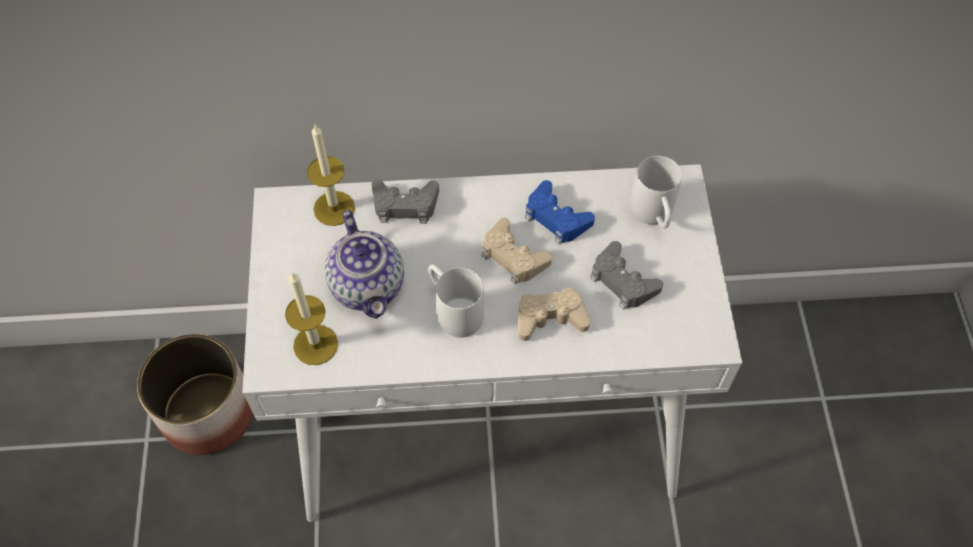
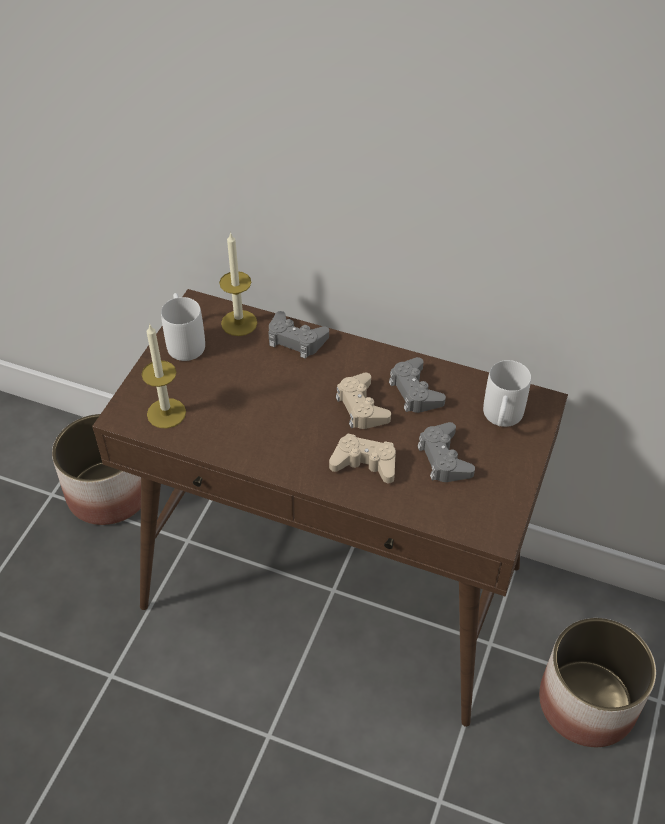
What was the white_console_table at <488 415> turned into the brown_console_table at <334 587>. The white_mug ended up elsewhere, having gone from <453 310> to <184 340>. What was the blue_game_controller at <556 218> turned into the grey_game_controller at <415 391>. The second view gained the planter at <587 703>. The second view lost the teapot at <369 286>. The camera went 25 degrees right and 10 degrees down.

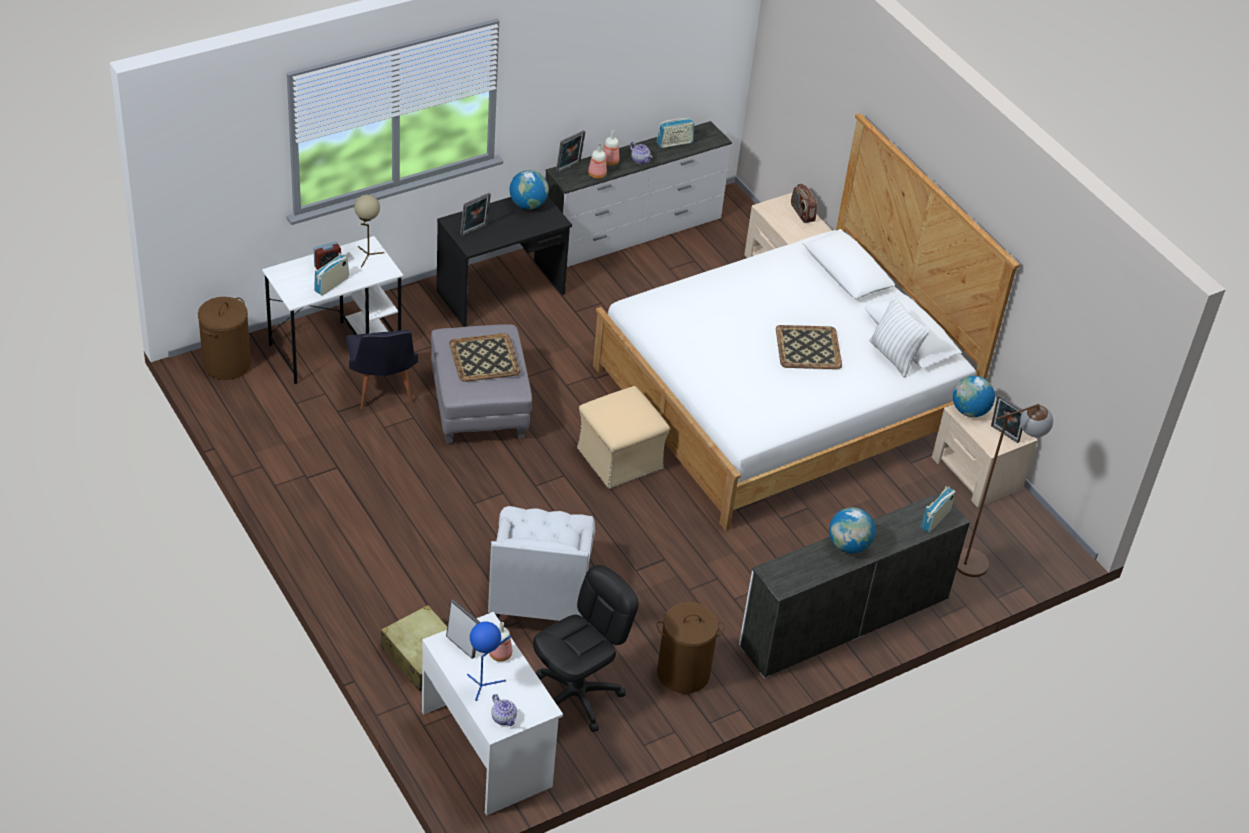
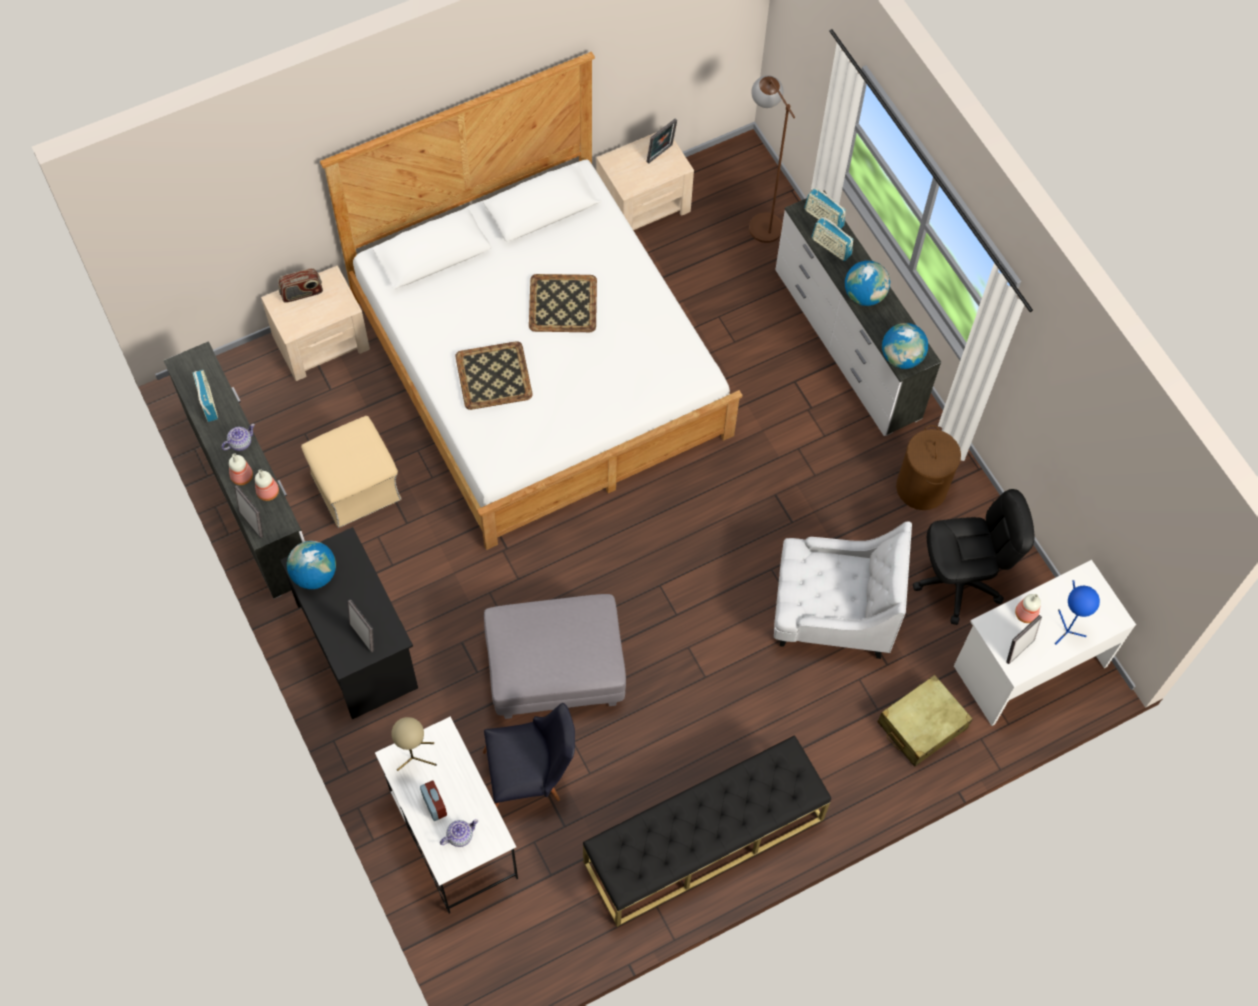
The beige_ottoman ended up elsewhere, having gone from <620 459> to <357 486>. The teapot ended up elsewhere, having gone from <504 718> to <460 835>. The tray ended up elsewhere, having gone from <484 358> to <494 376>. The second view gained the black_bench at <703 841>. The radio ended up elsewhere, having gone from <331 284> to <831 247>. The globe ended up elsewhere, having gone from <969 411> to <901 357>. The black_office_chair at <577 696> ended up facing another way, 120 degrees clockwise from before. The second view lost the brown_laundry_basket at <226 364>. The second view lost the white_pillow at <893 357>. The camera went 85 degrees left and 20 degrees up.

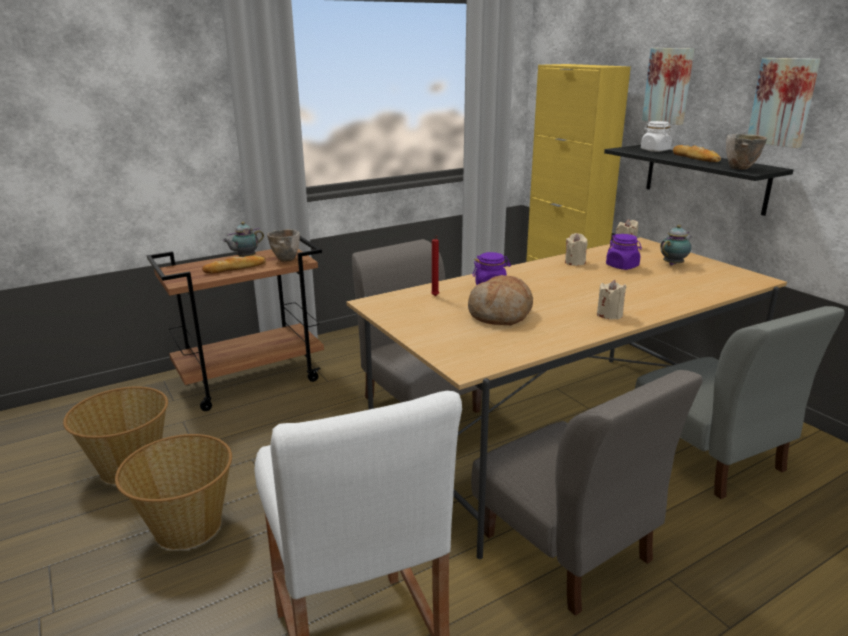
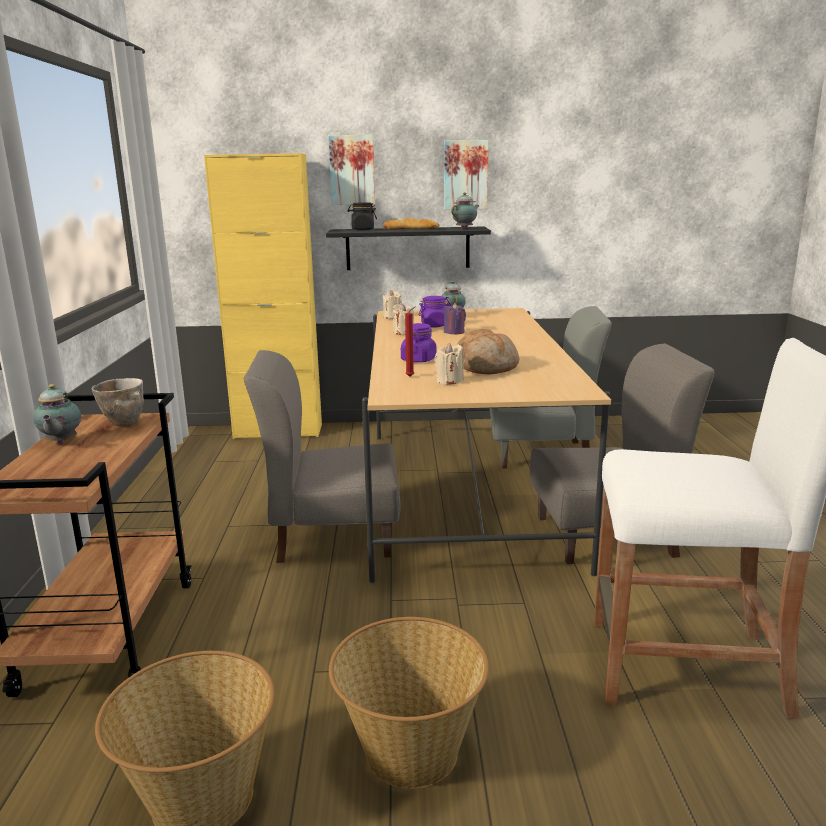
What was the white_jar at <654 150> turned into the black_jar at <362 229>. The beige_candle ended up elsewhere, having gone from <609 315> to <449 381>. The second view gained the purple_candle at <454 332>. Where the bowl stood at <739 169>, the teapot came to stand at <465 229>. The second view lost the bread at <235 268>. The camera went 60 degrees left and 5 degrees down.

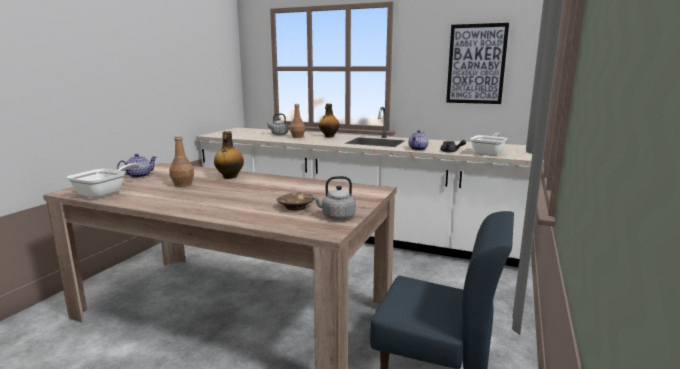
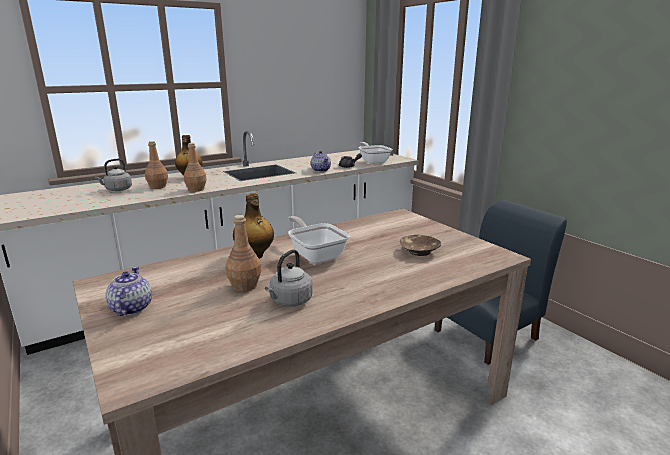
The second view gained the brown_bottle at <196 189>. The grey_kettle ended up elsewhere, having gone from <336 217> to <289 301>. The frying_pan ended up elsewhere, having gone from <105 193> to <316 255>. The second view lost the picture at <476 64>. The camera went 55 degrees left and 5 degrees up.

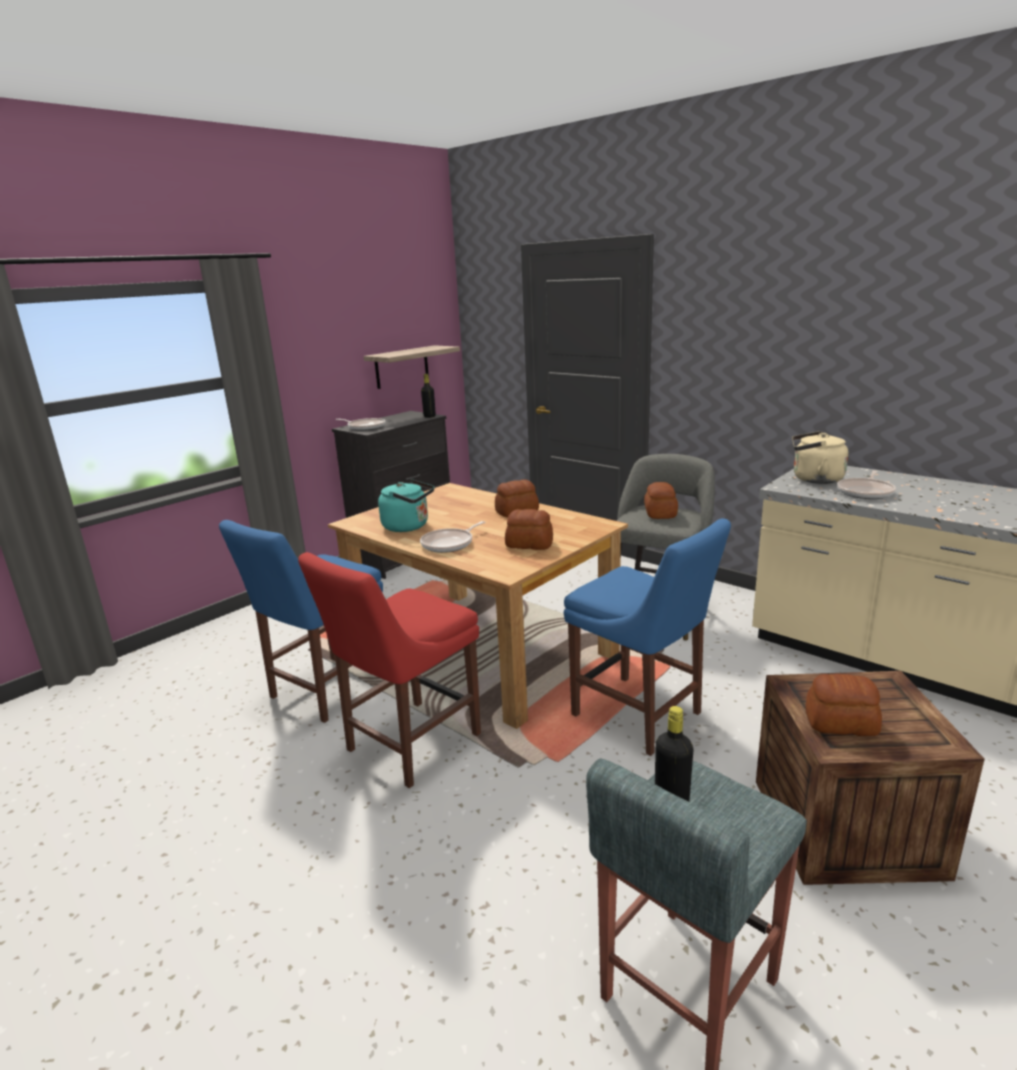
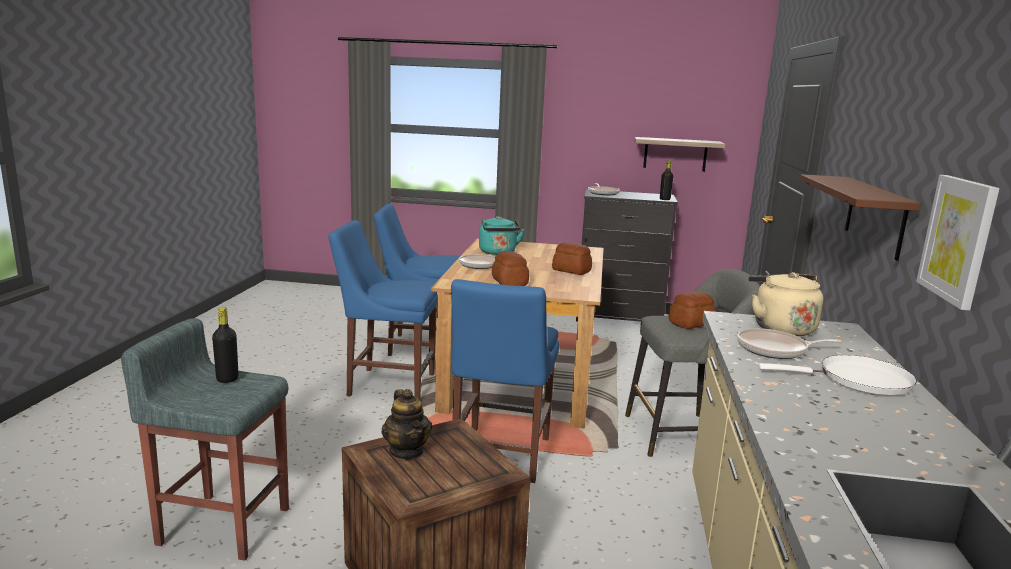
What was the red_chair at <408 745> turned into the blue_chair at <387 384>. Where the bread stood at <839 722>, the teapot came to stand at <407 451>. The second view gained the white_frying_pan at <858 380>. The second view gained the brown_shelf at <875 216>. The second view gained the picture at <958 239>. The camera went 55 degrees right and 5 degrees down.

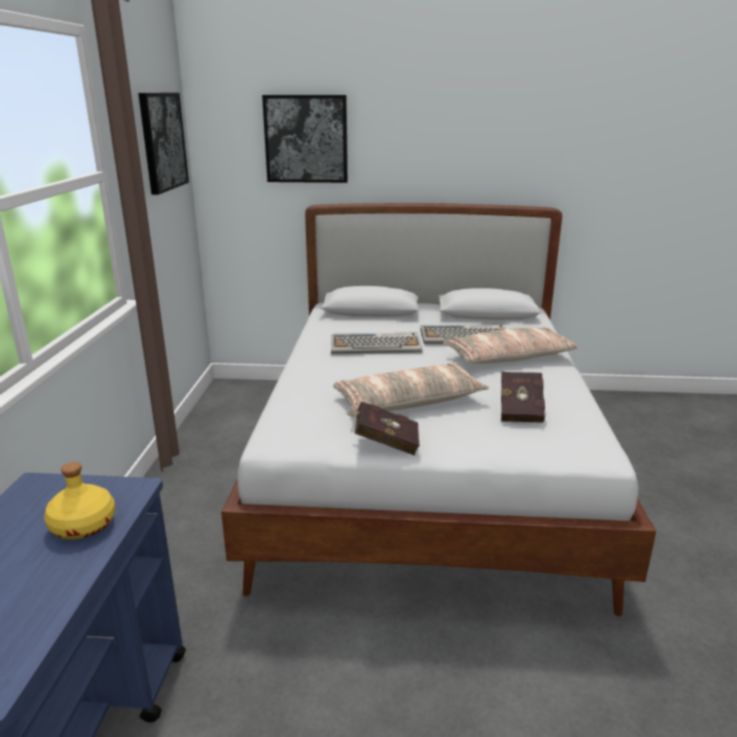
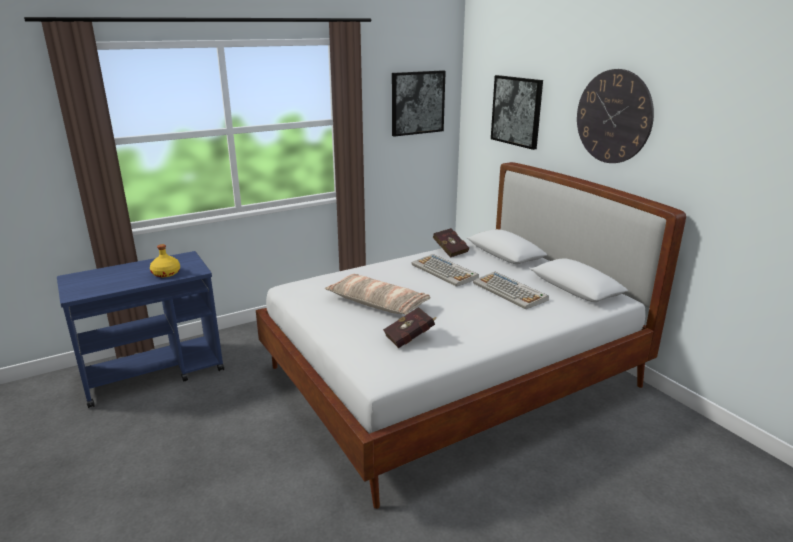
The red_book ended up elsewhere, having gone from <383 443> to <449 250>. The second view gained the wall_clock at <613 117>. The second view lost the pillow at <509 358>. The camera went 55 degrees right and 0 degrees up.

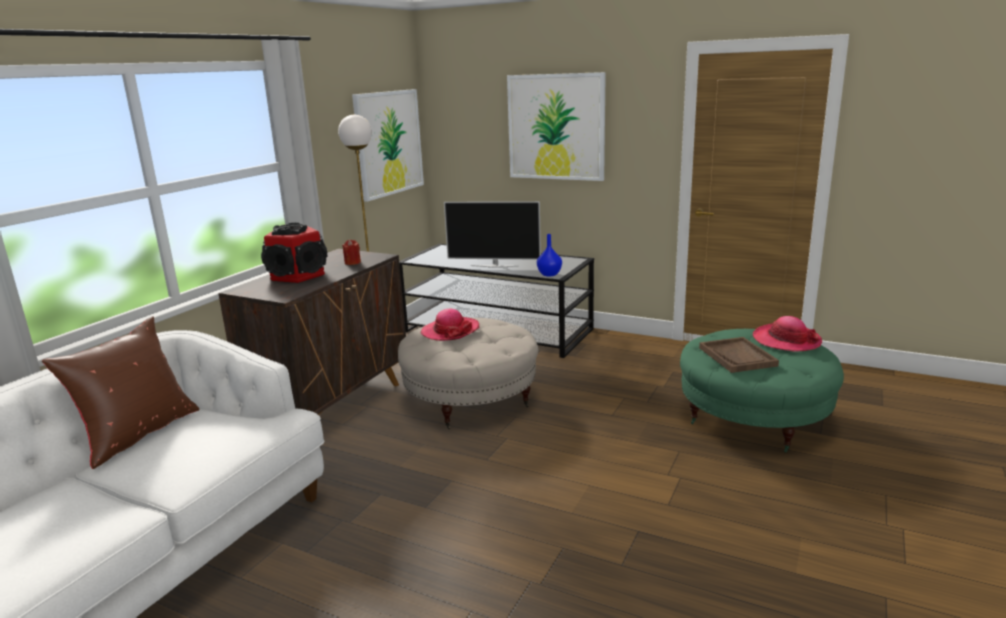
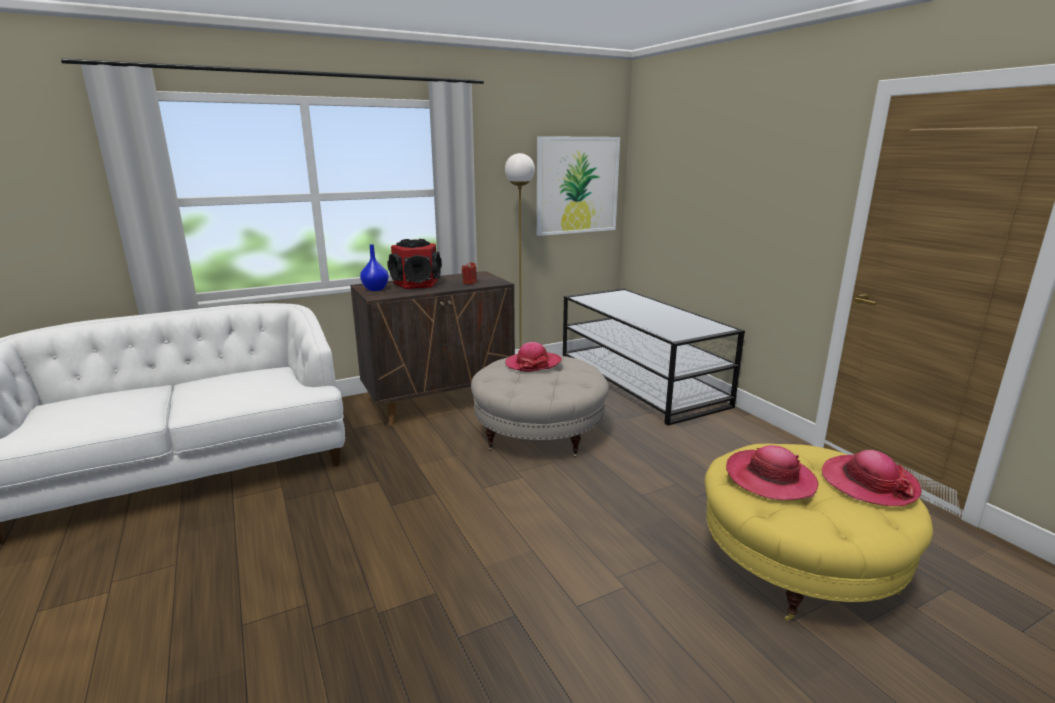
The blue_vase ended up elsewhere, having gone from <549 274> to <376 289>. What was the green_ottoman at <753 418> turned into the yellow_ottoman at <798 564>. Where the brown_tray stood at <737 357>, the hat came to stand at <770 478>. The second view lost the brown_pillow at <138 434>. The second view lost the television at <494 266>. The second view lost the picture at <556 127>. The camera went 35 degrees right and 0 degrees up.

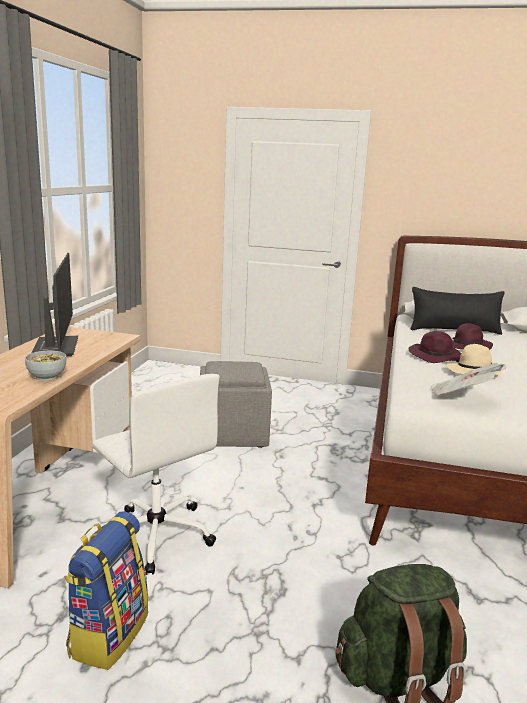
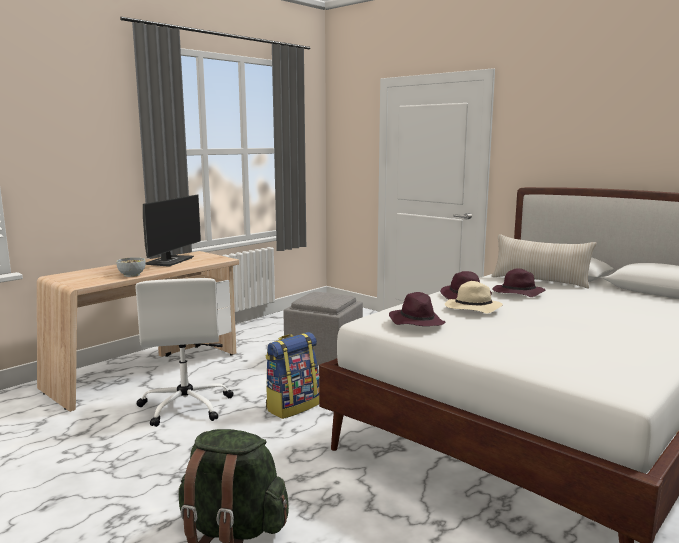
The backpack ended up elsewhere, having gone from <108 634> to <292 406>. Where the newspaper stood at <462 396>, the purple_hat came to stand at <416 322>. What was the black_pillow at <454 330> turned into the beige_pillow at <540 281>. The camera went 30 degrees right and 5 degrees down.

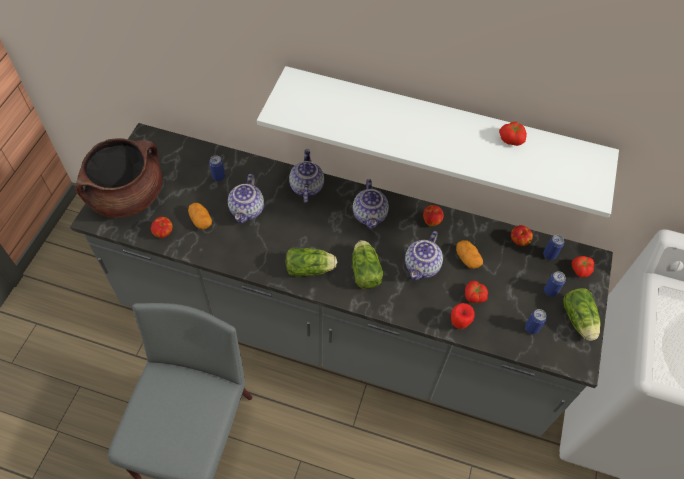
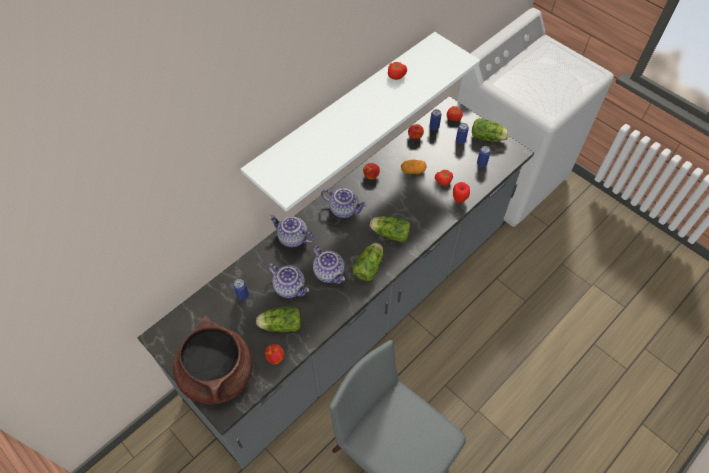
Where the potato stood at <201 220>, the lettuce came to stand at <279 325>. The teapot ended up elsewhere, having gone from <422 267> to <330 272>. The camera went 60 degrees left and 0 degrees up.

